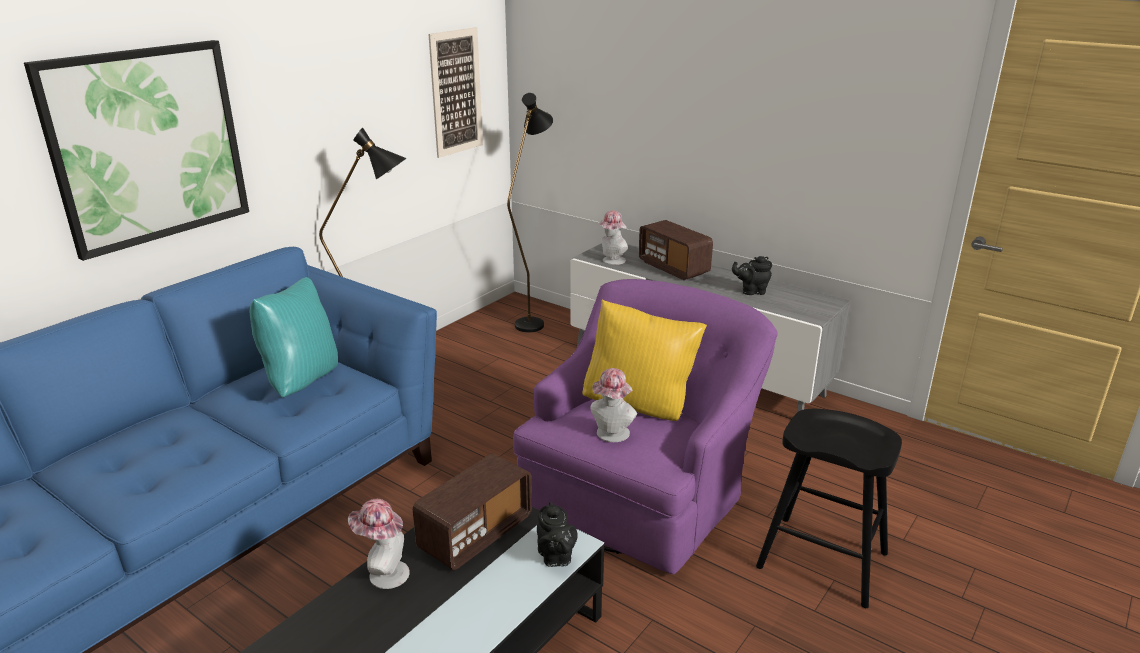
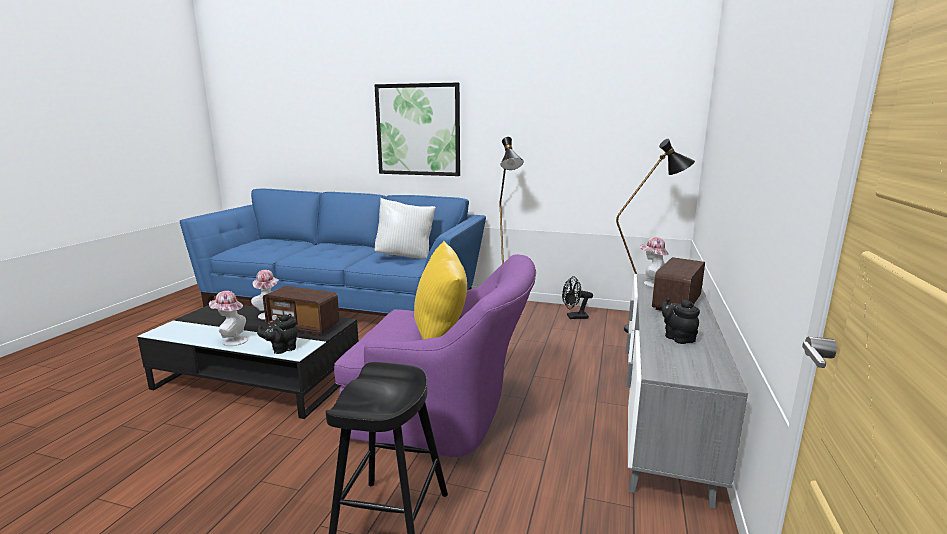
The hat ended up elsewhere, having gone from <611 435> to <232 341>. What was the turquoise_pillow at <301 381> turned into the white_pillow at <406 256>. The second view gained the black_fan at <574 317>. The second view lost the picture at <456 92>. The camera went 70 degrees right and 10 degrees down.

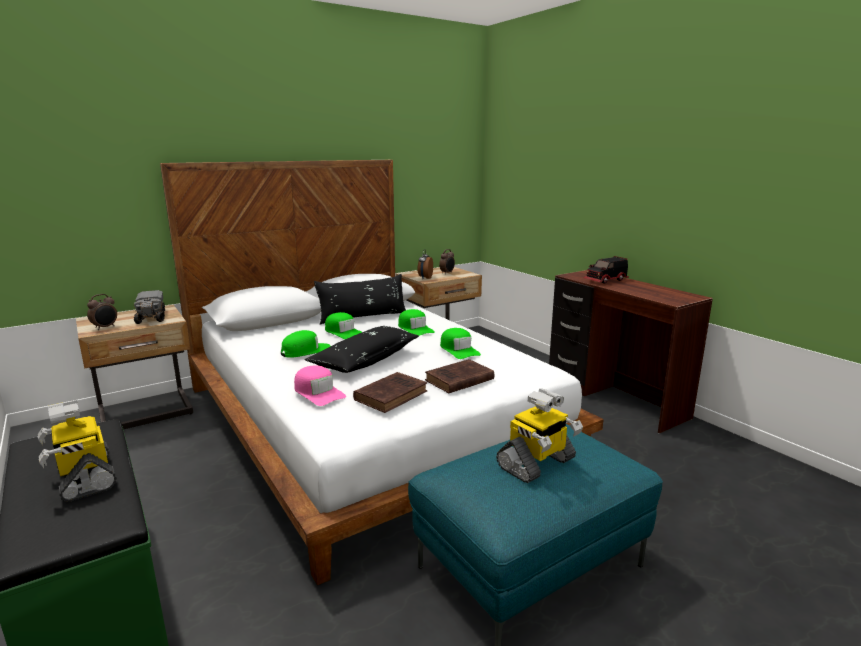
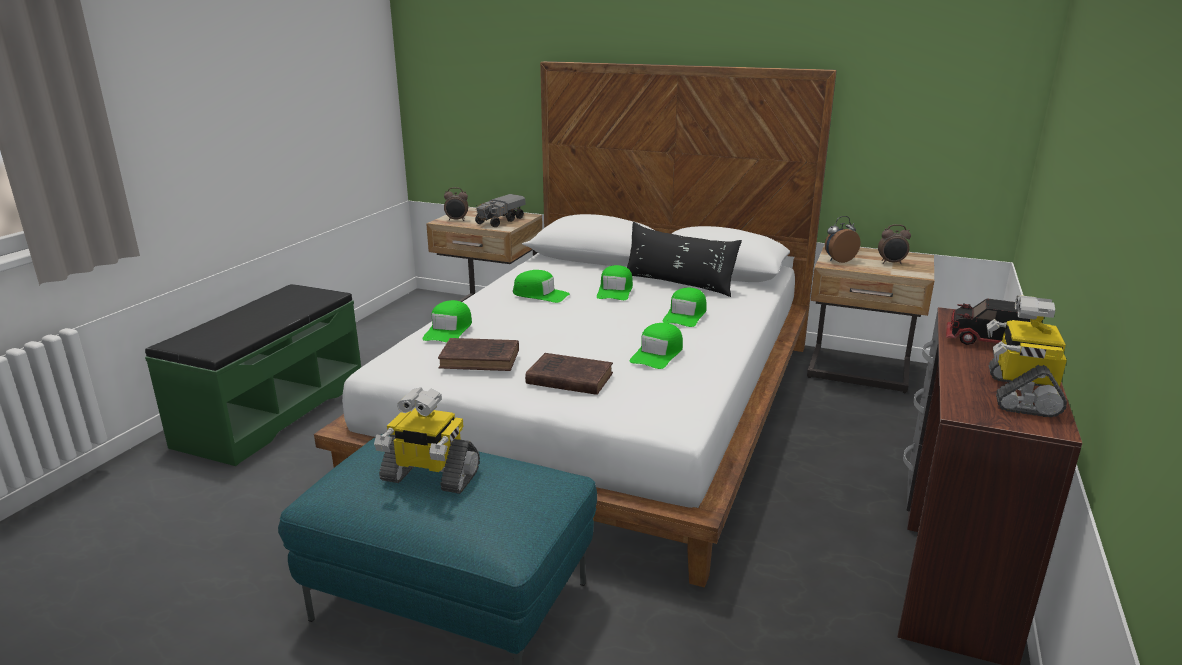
What was the pink_cap at <318 392> turned into the green_cap at <449 330>. The toy_robot ended up elsewhere, having gone from <85 478> to <1020 394>. The second view lost the black_pillow at <365 360>. The camera went 55 degrees right and 5 degrees up.

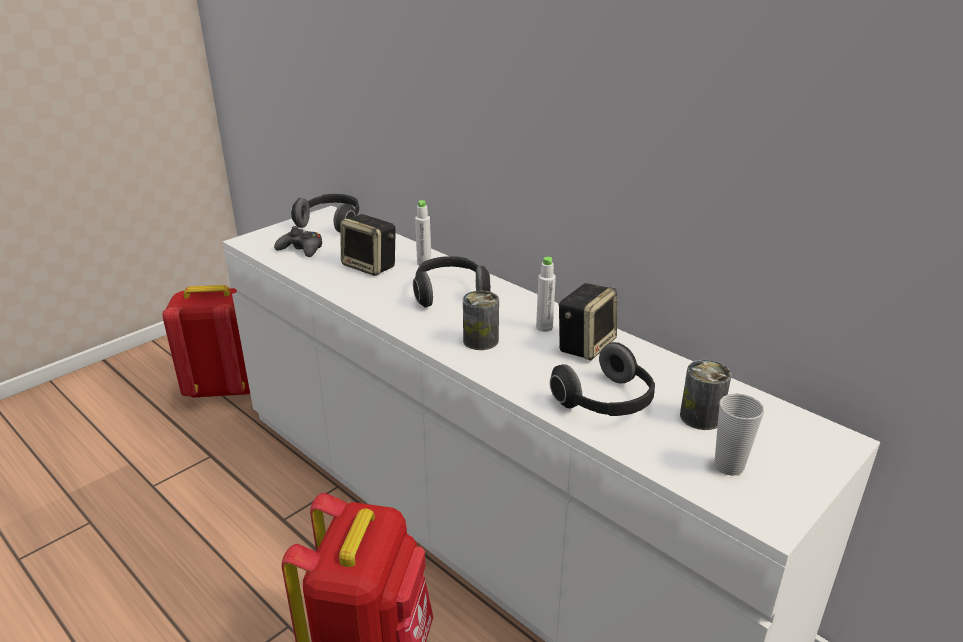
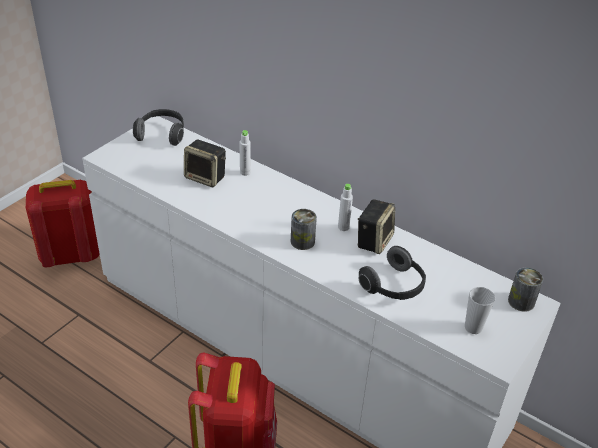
The can ended up elsewhere, having gone from <701 417> to <521 301>. The second view lost the black_game_controller at <301 249>. The second view lost the headphones at <450 293>. The camera went 10 degrees left and 10 degrees up.

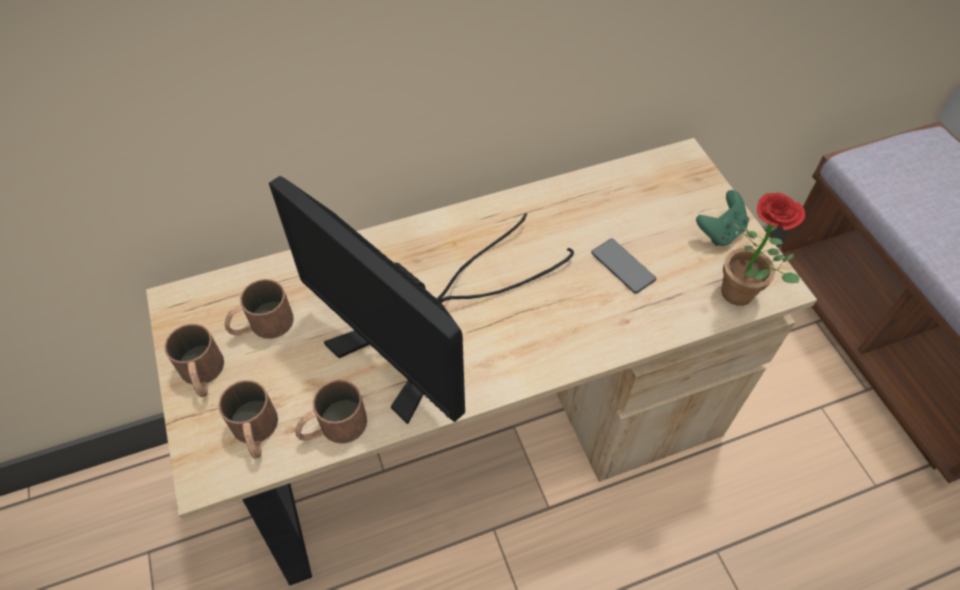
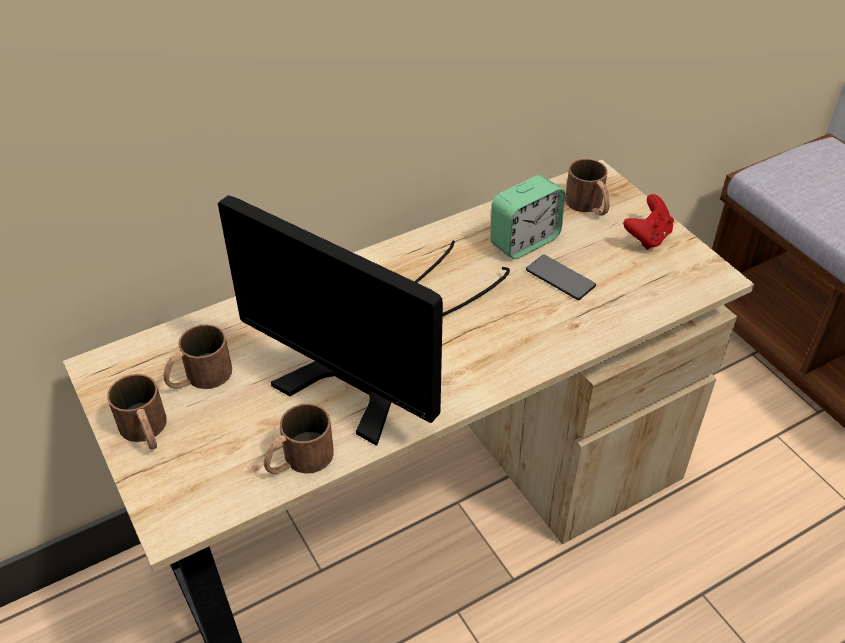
The second view gained the alarm_clock at <524 241>. The brown_mug ended up elsewhere, having gone from <256 433> to <589 206>. What was the green_game_controller at <720 232> turned into the red_game_controller at <647 237>. The second view lost the potted_plant at <743 297>. The camera went 10 degrees left and 10 degrees down.

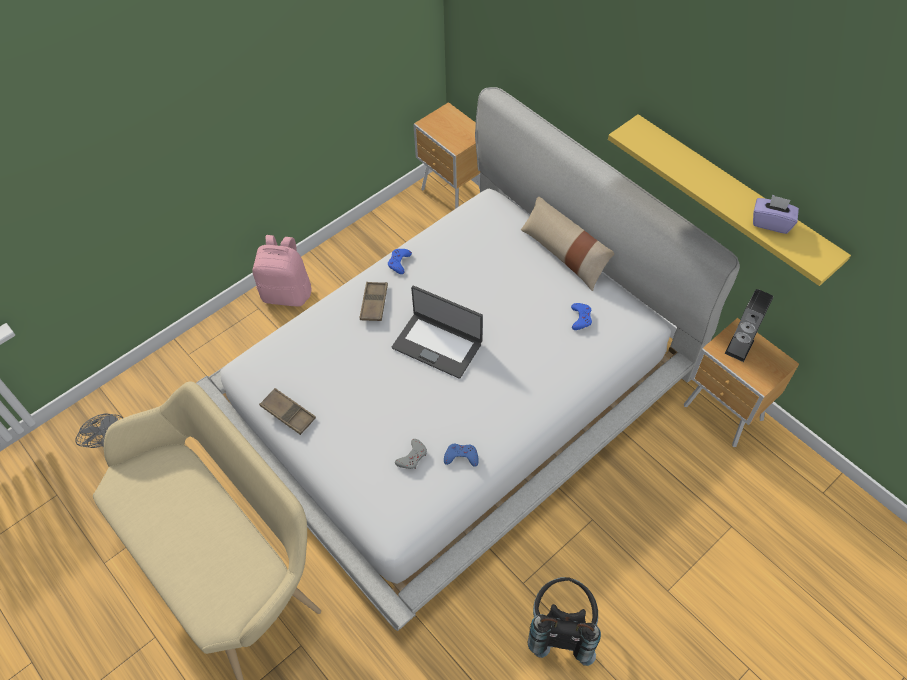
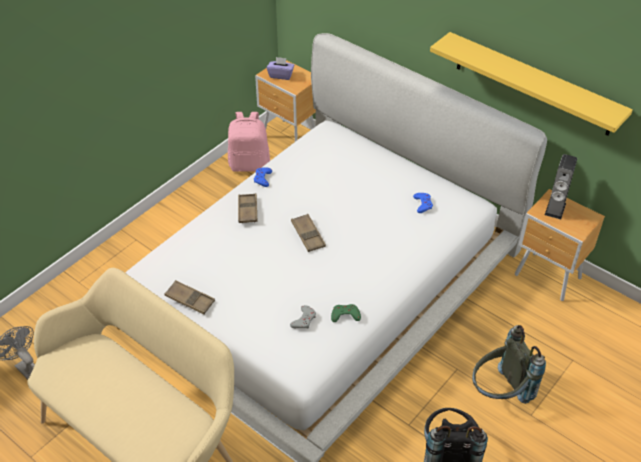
The pink_backpack ended up elsewhere, having gone from <287 293> to <249 164>. The purple_tissue_box ended up elsewhere, having gone from <771 222> to <281 75>. Where the laptop stood at <437 345>, the brown_tray came to stand at <308 235>. What was the blue_game_controller at <461 456> turned into the green_game_controller at <345 315>. The second view gained the grey_backpack at <499 393>. The second view lost the beige_pillow at <564 254>. The camera went 10 degrees left and 10 degrees down.

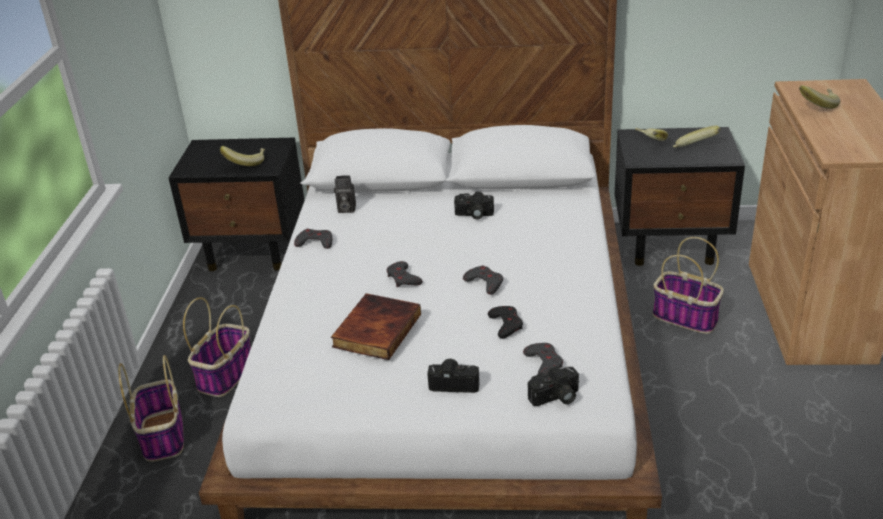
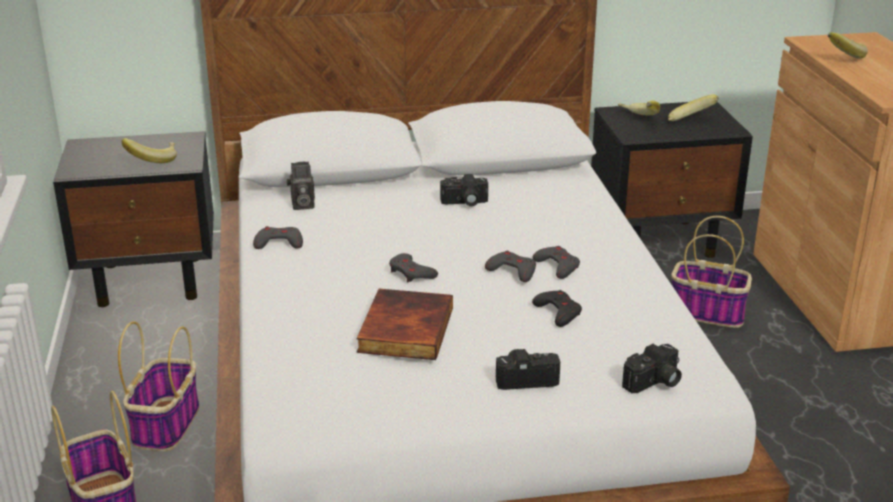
The grey_game_controller ended up elsewhere, having gone from <544 363> to <557 266>. The camera went 15 degrees left and 5 degrees down.

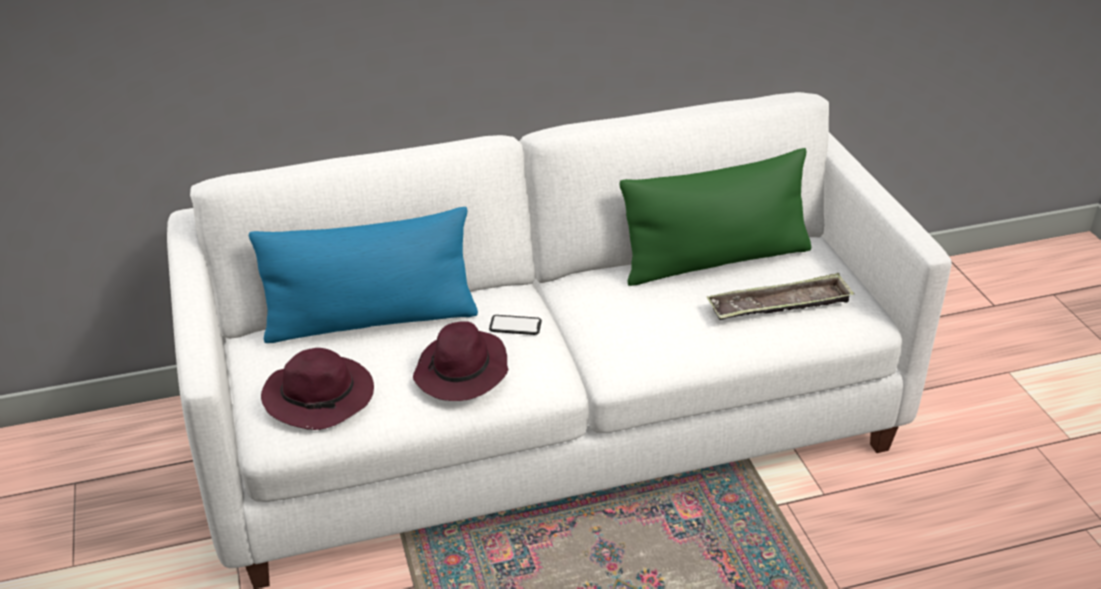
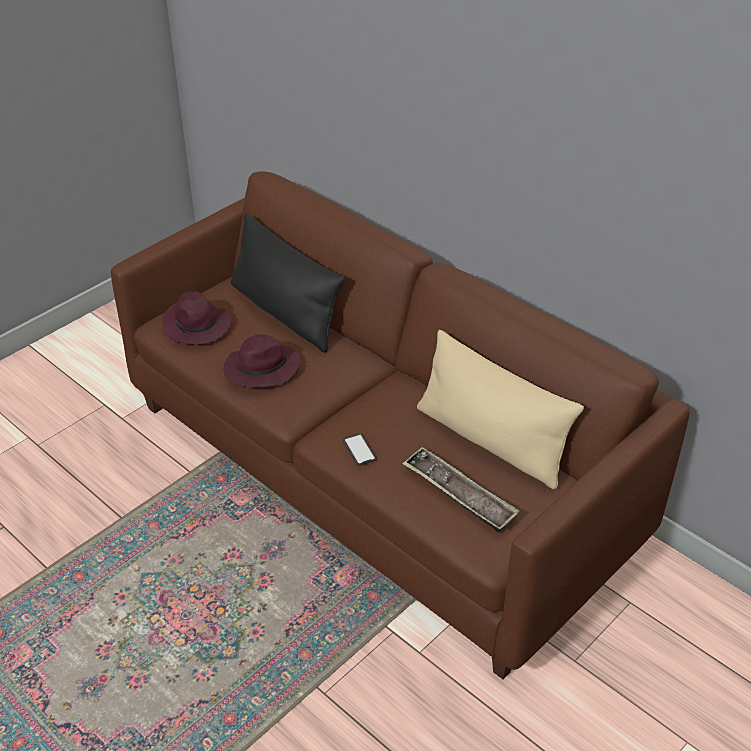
What was the white_sofa at <552 426> turned into the brown_sofa at <376 472>. What was the blue_pillow at <371 320> turned into the black_pillow at <285 313>. The phone ended up elsewhere, having gone from <515 325> to <359 450>. What was the green_pillow at <715 260> turned into the beige_pillow at <491 441>. The camera went 60 degrees right and 5 degrees up.

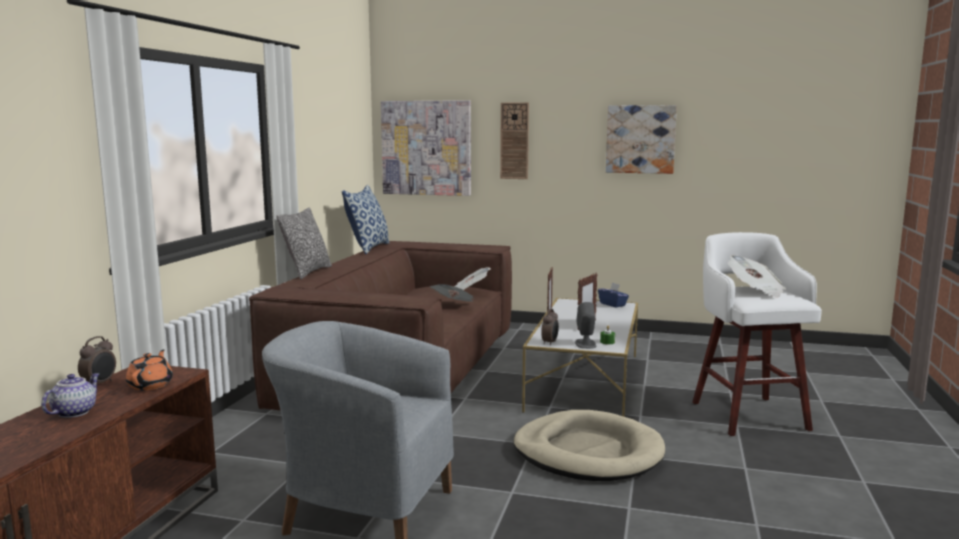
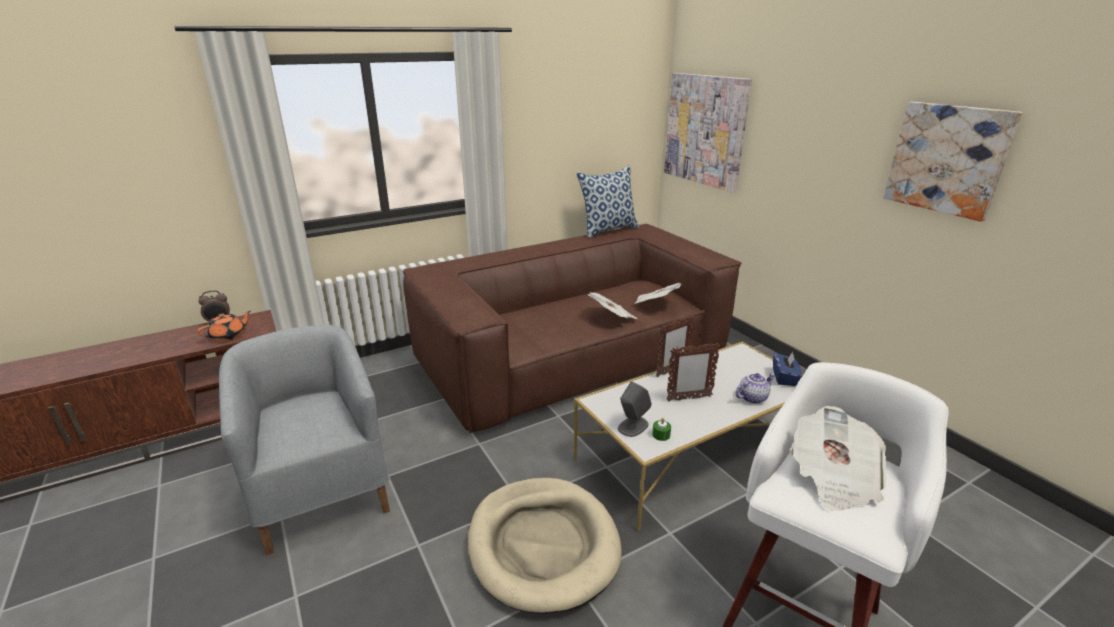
The teapot ended up elsewhere, having gone from <74 412> to <752 397>. The second view lost the pillow at <307 272>. The second view lost the wall_clock at <514 141>. The second view lost the alarm_clock at <550 343>. The camera went 45 degrees right and 15 degrees up.

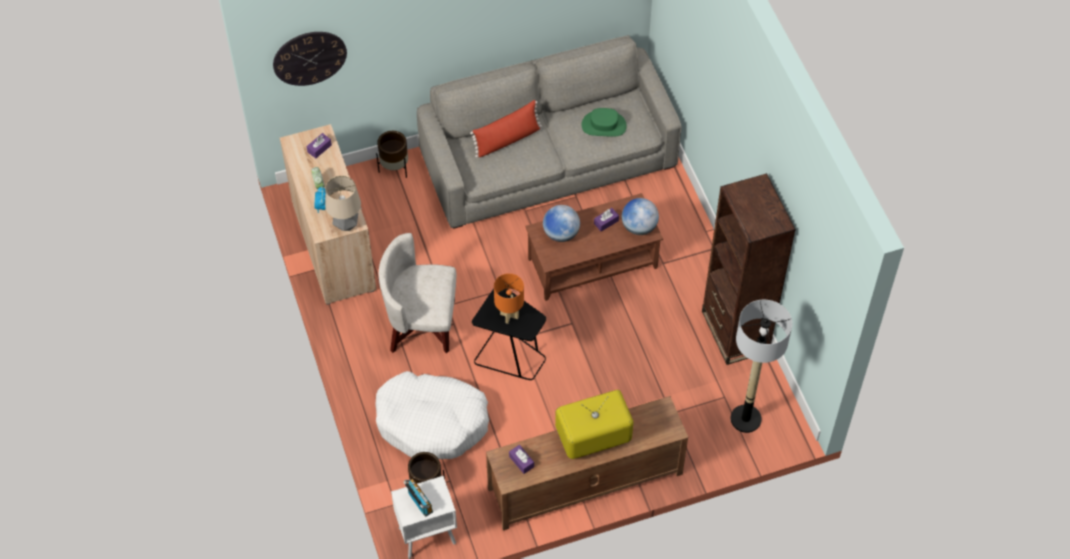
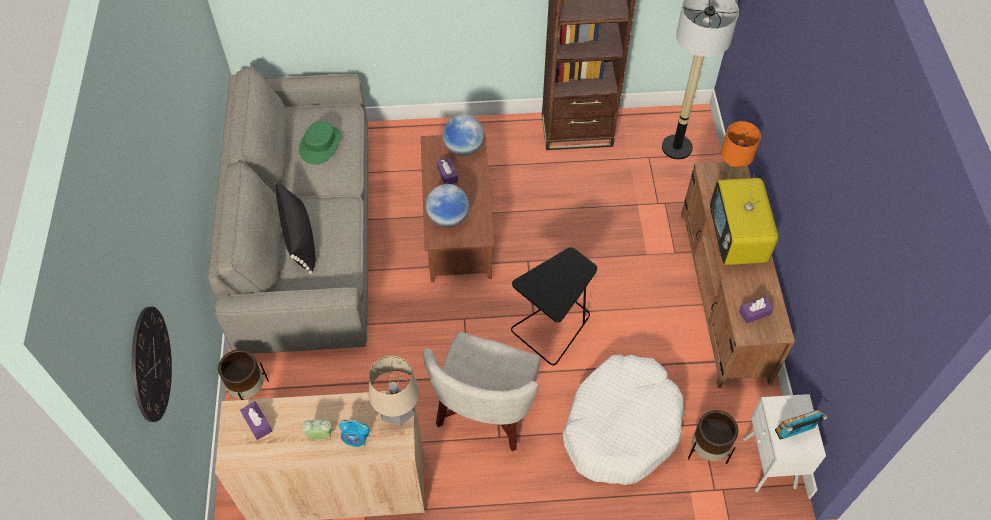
What was the red_pillow at <507 140> turned into the black_pillow at <299 237>. The orange_table_lamp ended up elsewhere, having gone from <509 316> to <730 174>. The camera went 75 degrees left and 0 degrees up.

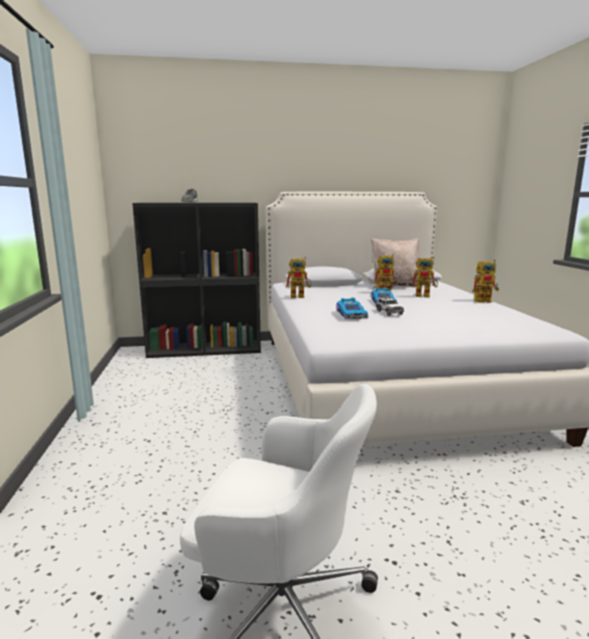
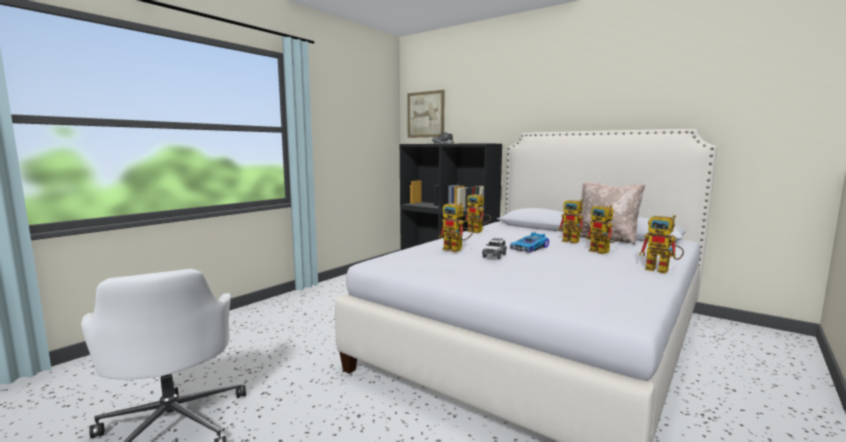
The second view gained the picture at <425 114>. Where the toy_car stood at <352 314>, the toy_robot came to stand at <456 250>. The camera went 45 degrees right and 5 degrees down.

